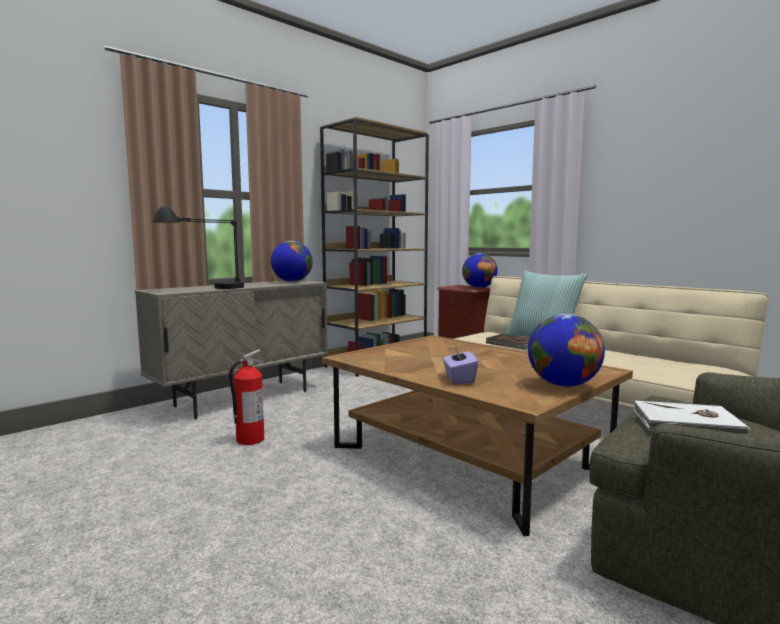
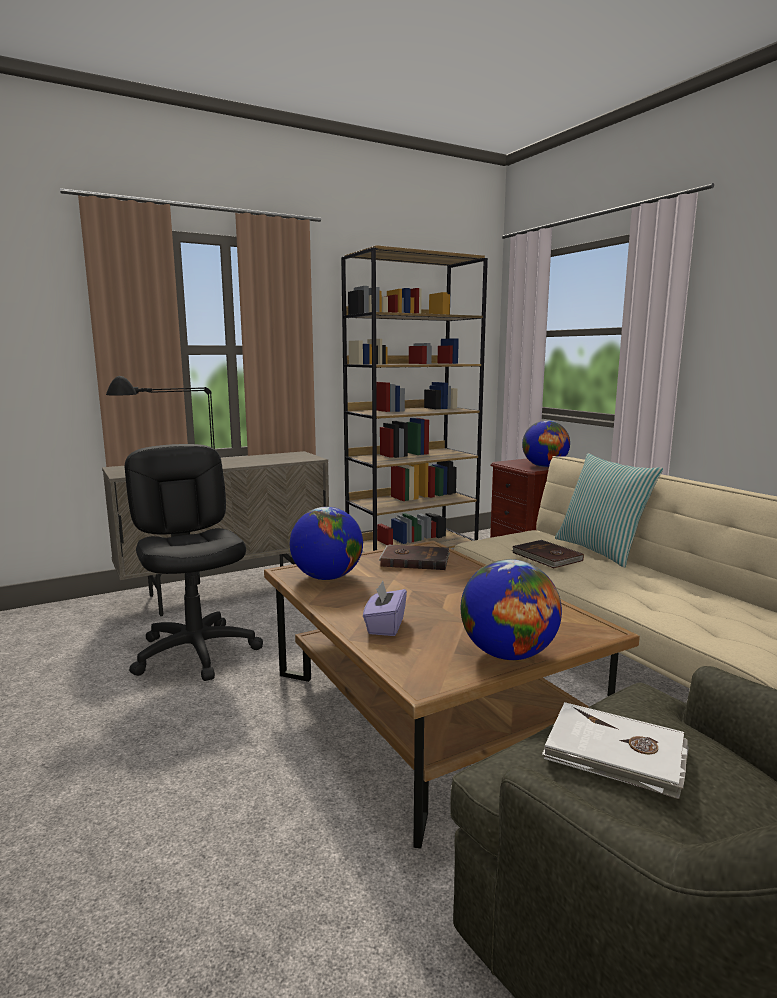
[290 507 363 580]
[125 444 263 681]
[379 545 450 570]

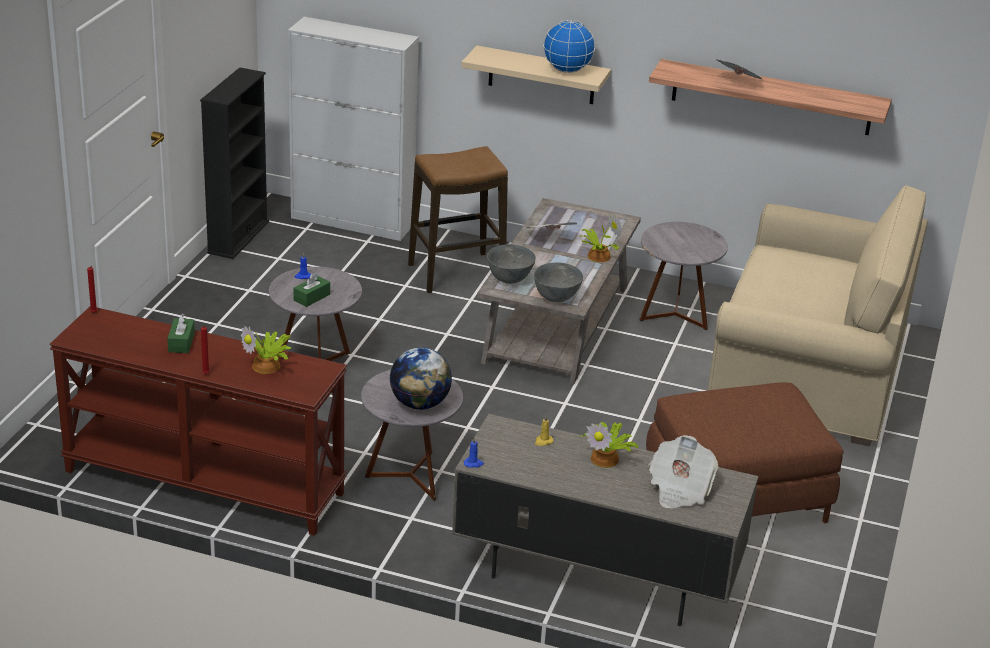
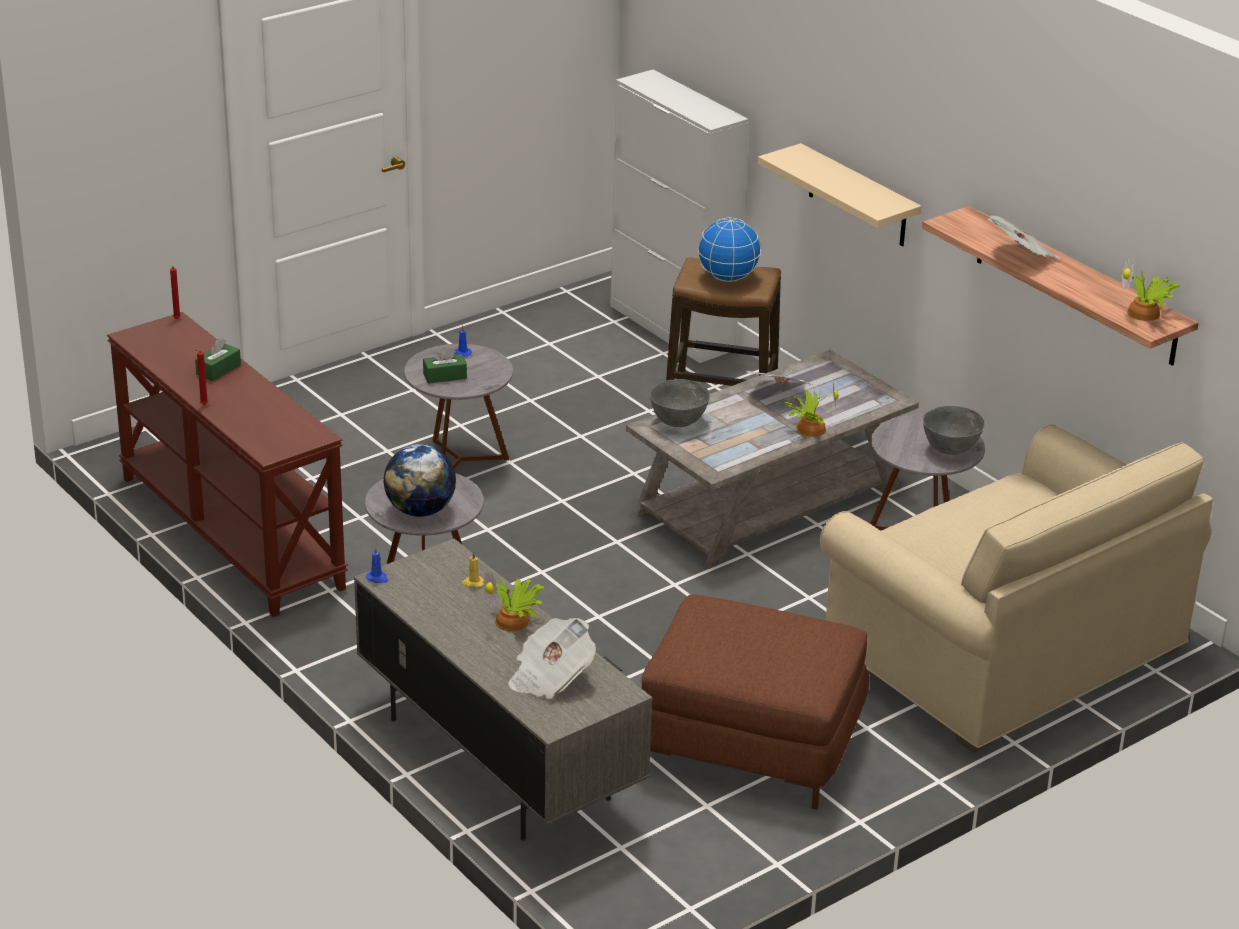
[697 217 761 282]
[200 67 269 259] (first image)
[923 406 985 455]
[1121 258 1180 321]

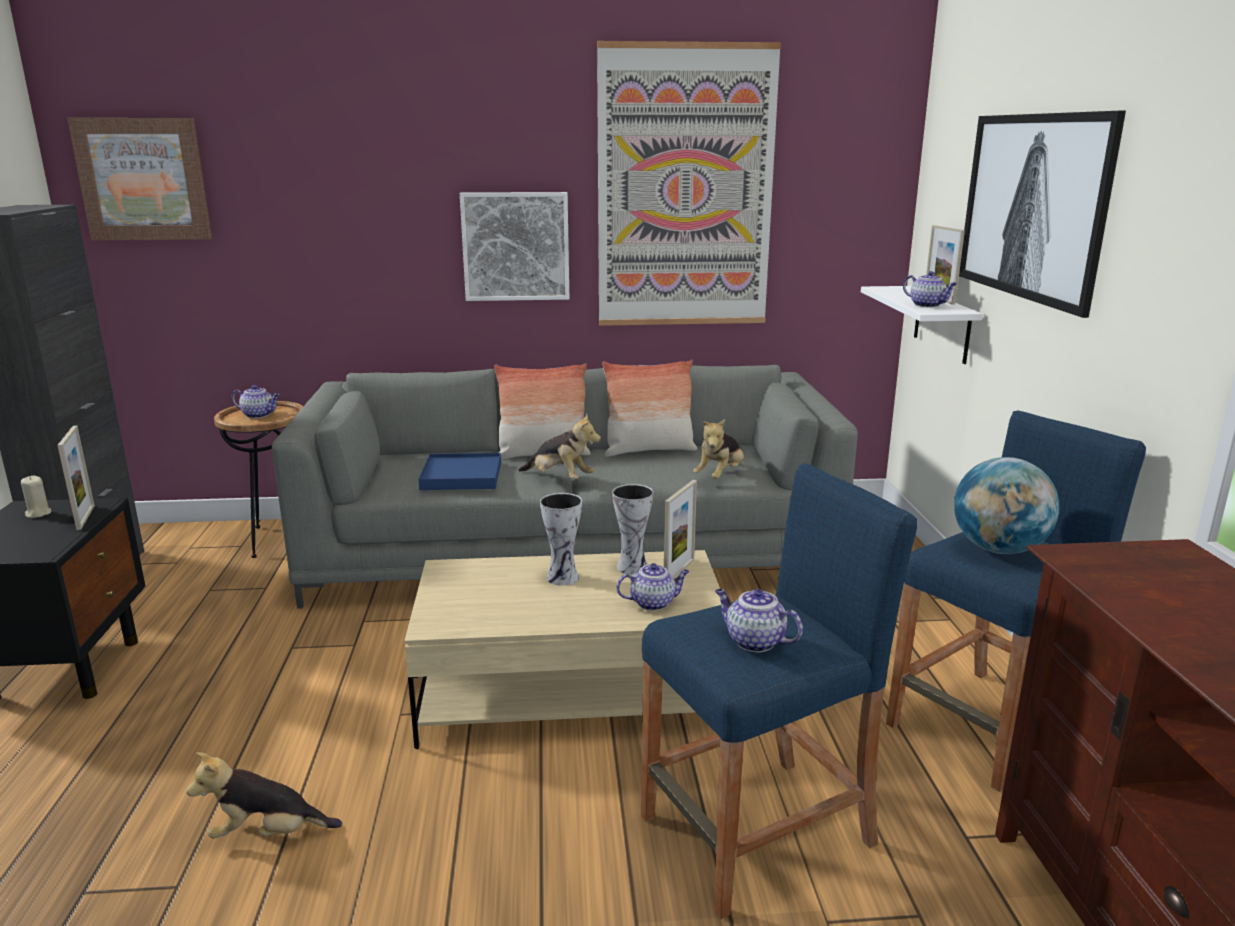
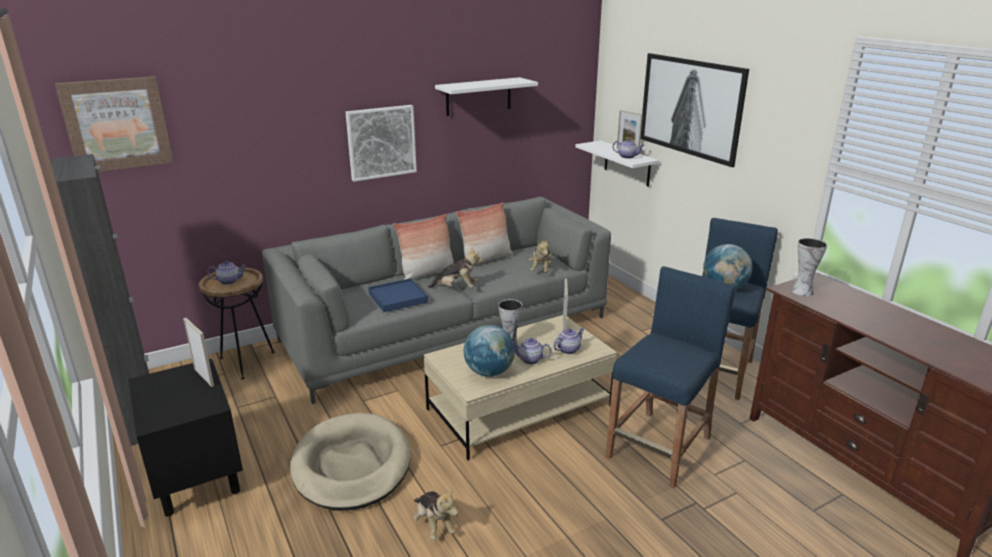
[435 77 538 116]
[21 476 51 518] (first image)
[791 238 827 296]
[513 338 552 364]
[414 488 458 540]
[463 325 515 377]
[290 413 411 511]

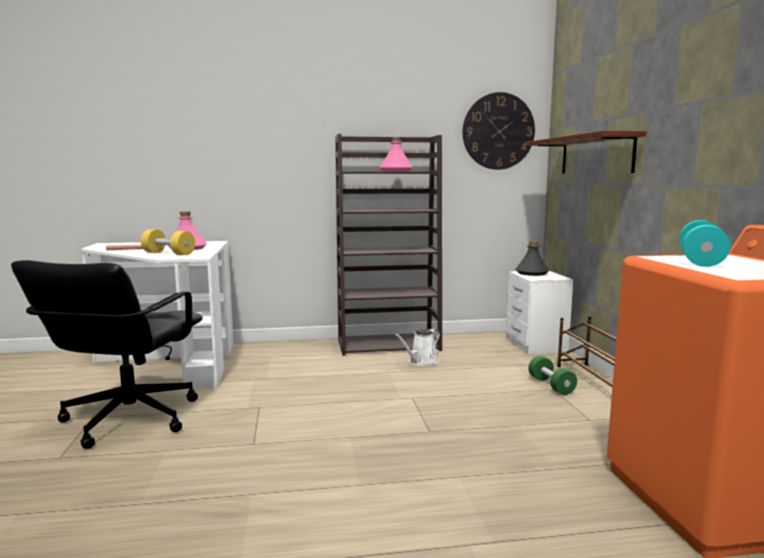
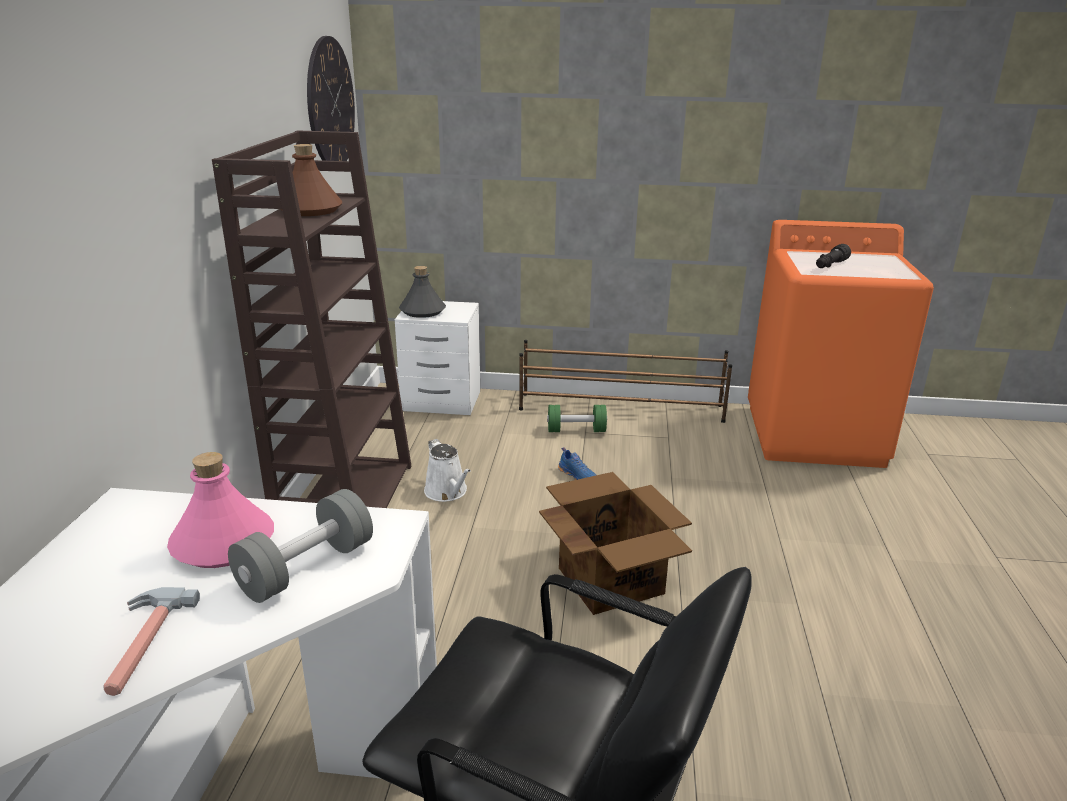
[526 130 647 174] (first image)
[281 144 342 216]
[816 244 851 268]
[228 489 373 603]
[558 447 596 480]
[539 472 692 615]

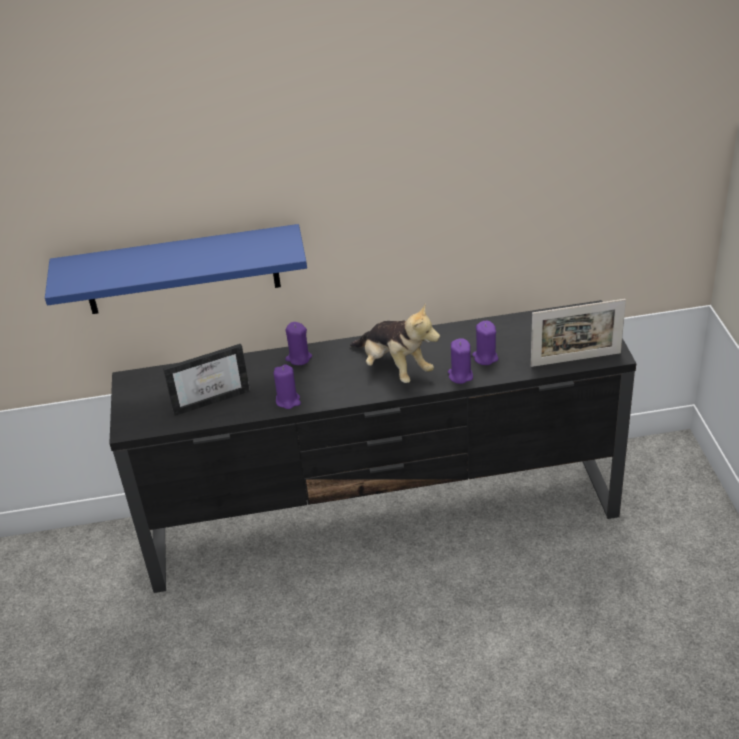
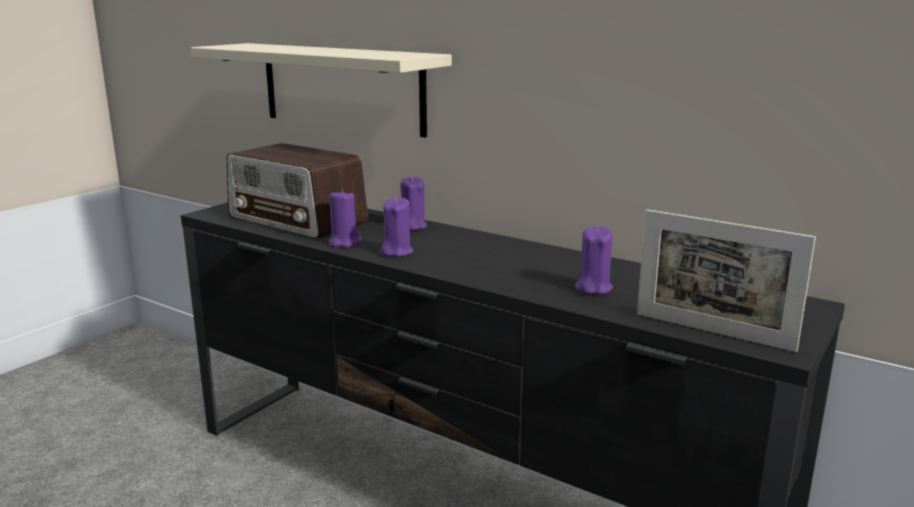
[191 43 452 138]
[350 304 440 383] (first image)
[380 197 414 257]
[227 143 368 239]

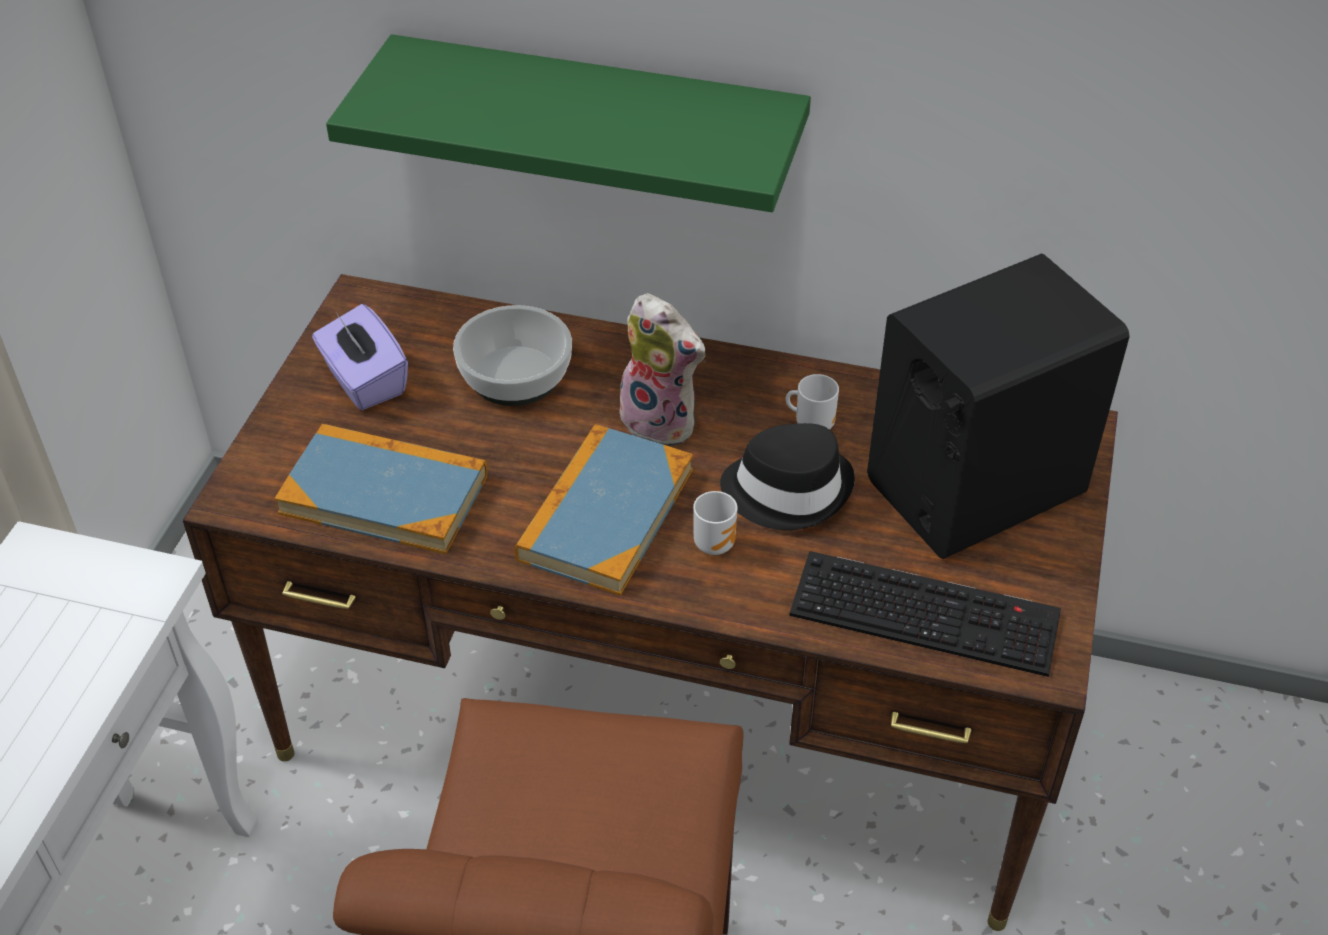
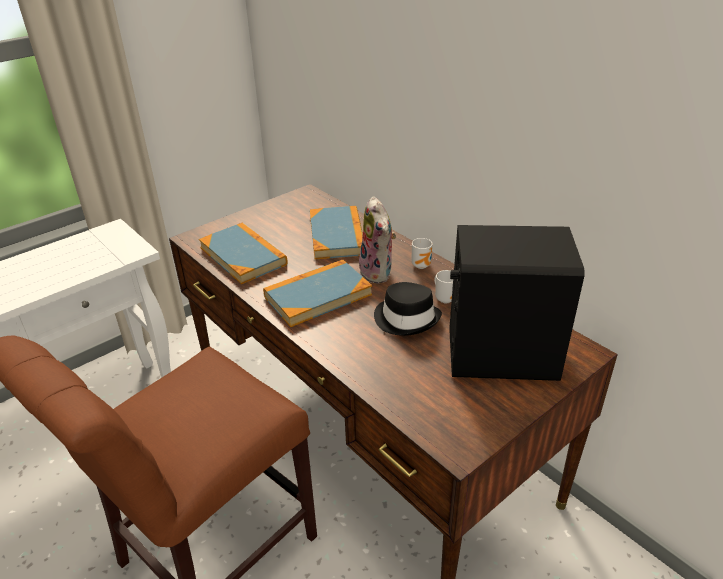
[326 34 811 212] (first image)
[312 304 408 410] (first image)
[310 206 363 259]
[412 238 432 269]
[789 551 1061 677] (first image)

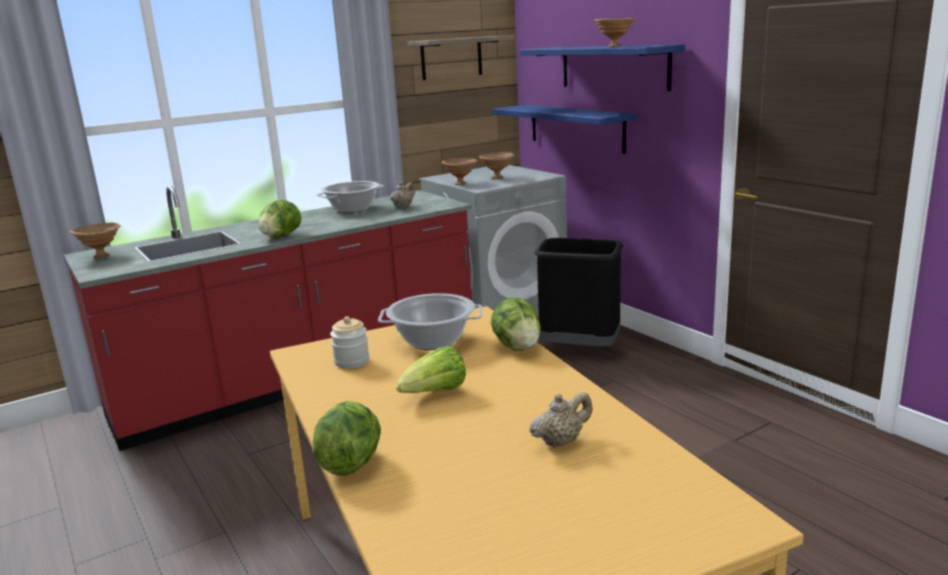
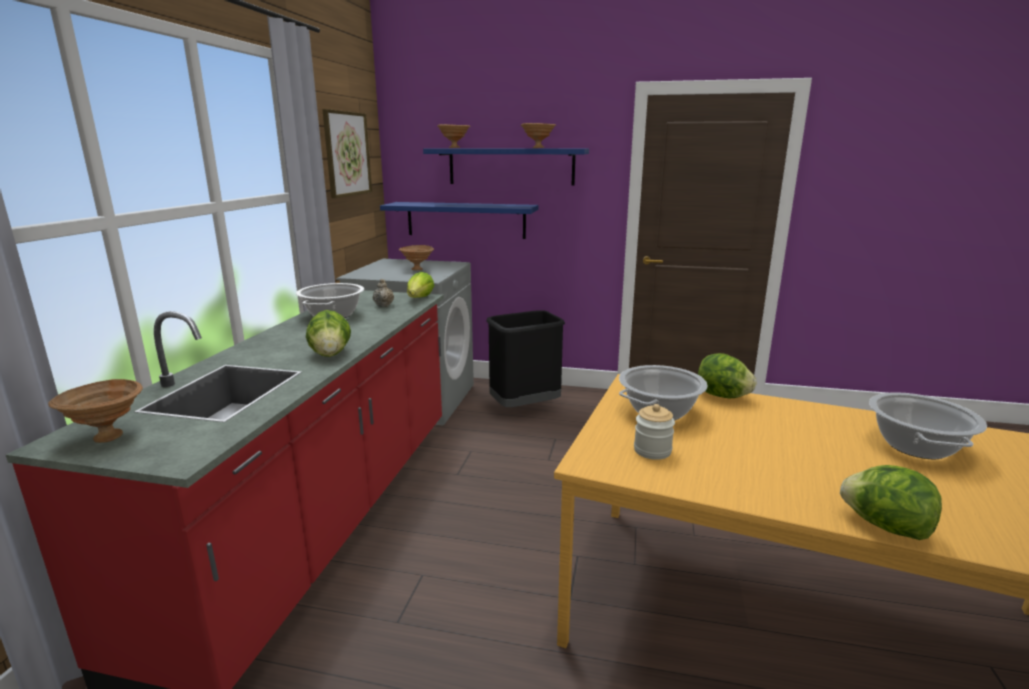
[322 109 372 198]
[437 124 471 148]
[407 272 434 298]
[869 392 987 459]

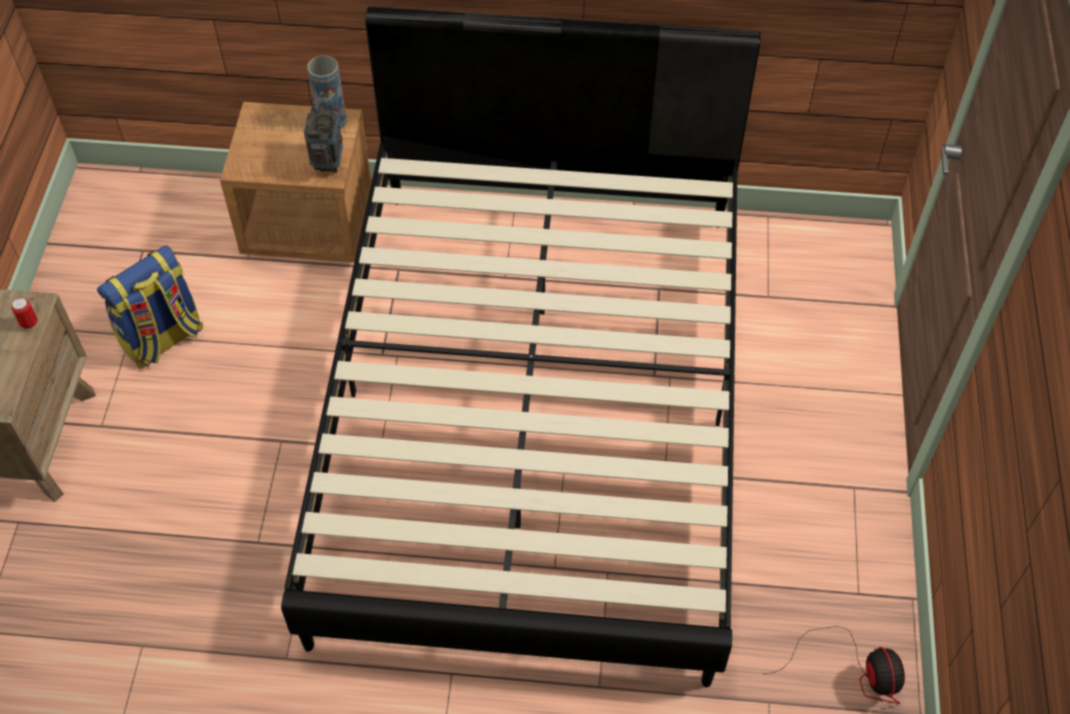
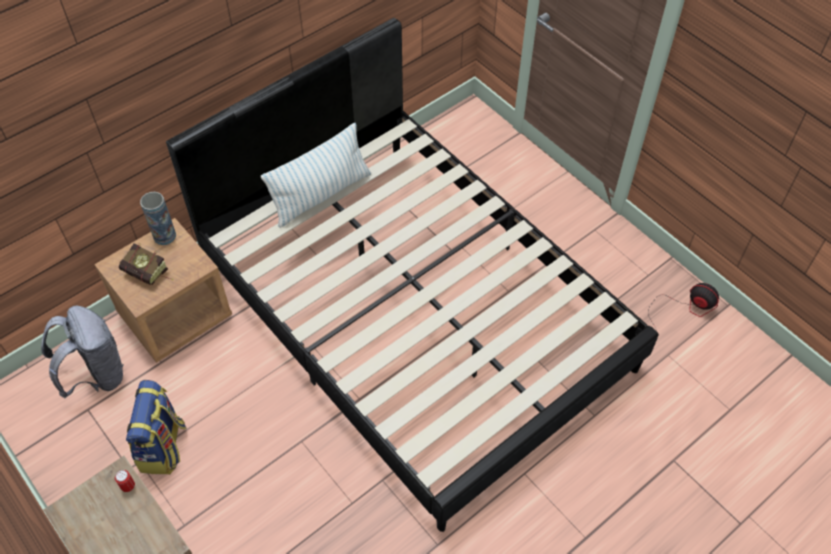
[304 97 343 173] (first image)
[261 123 371 228]
[119 243 174 285]
[41 306 124 399]

